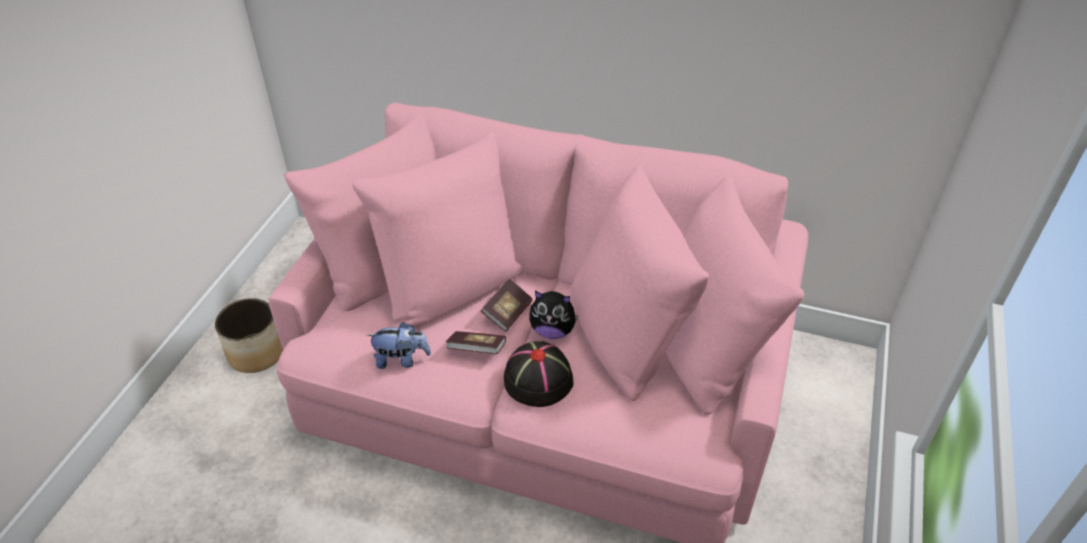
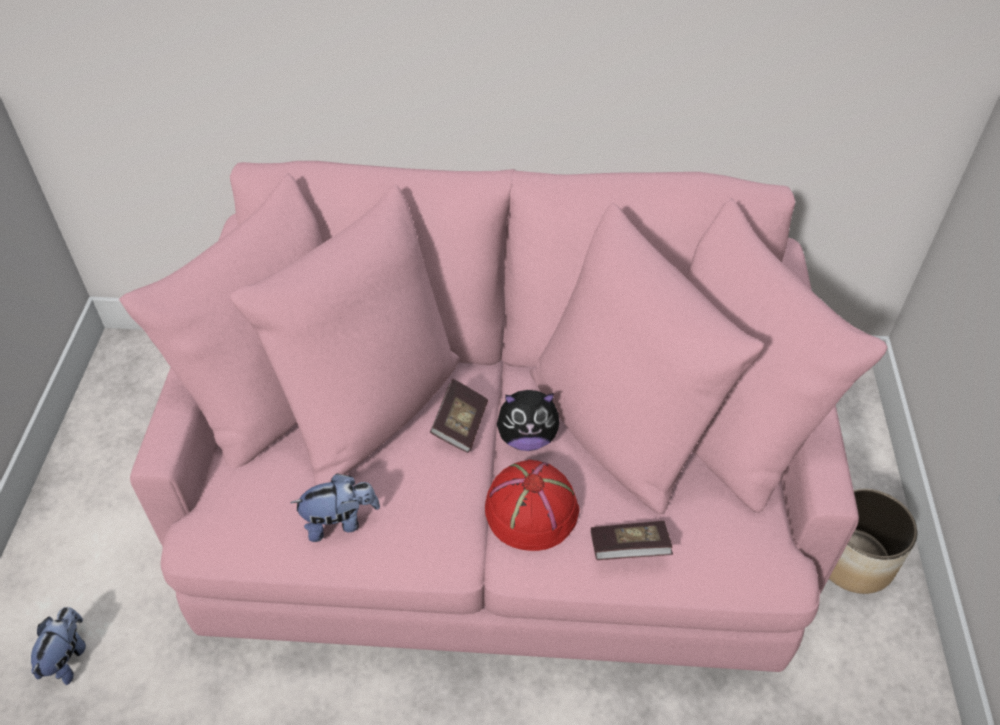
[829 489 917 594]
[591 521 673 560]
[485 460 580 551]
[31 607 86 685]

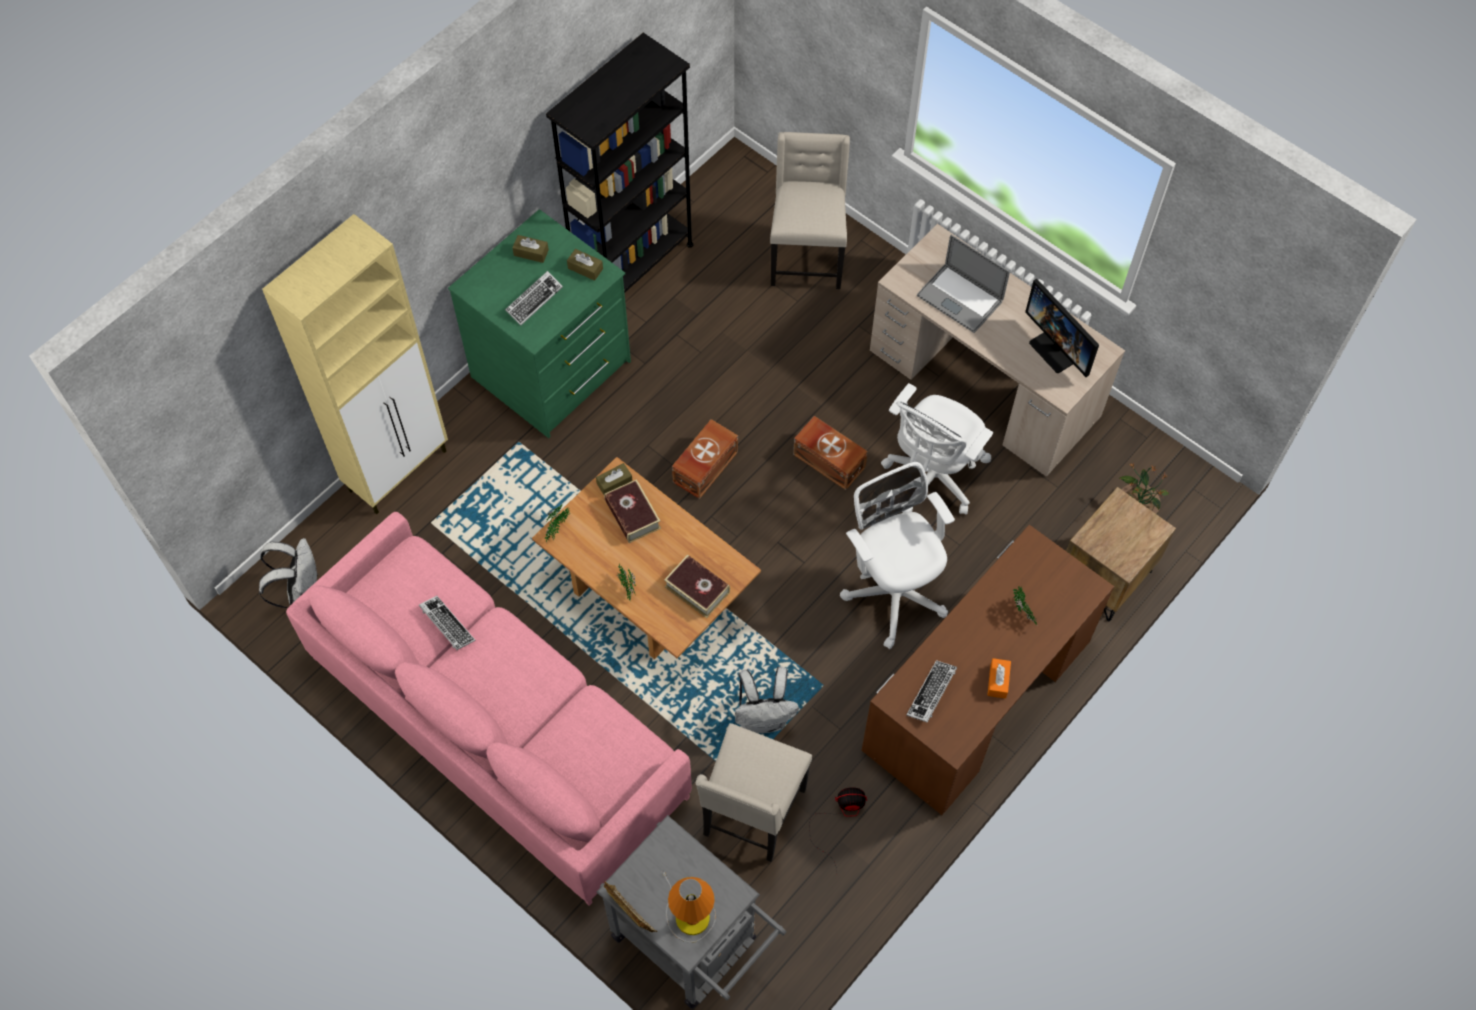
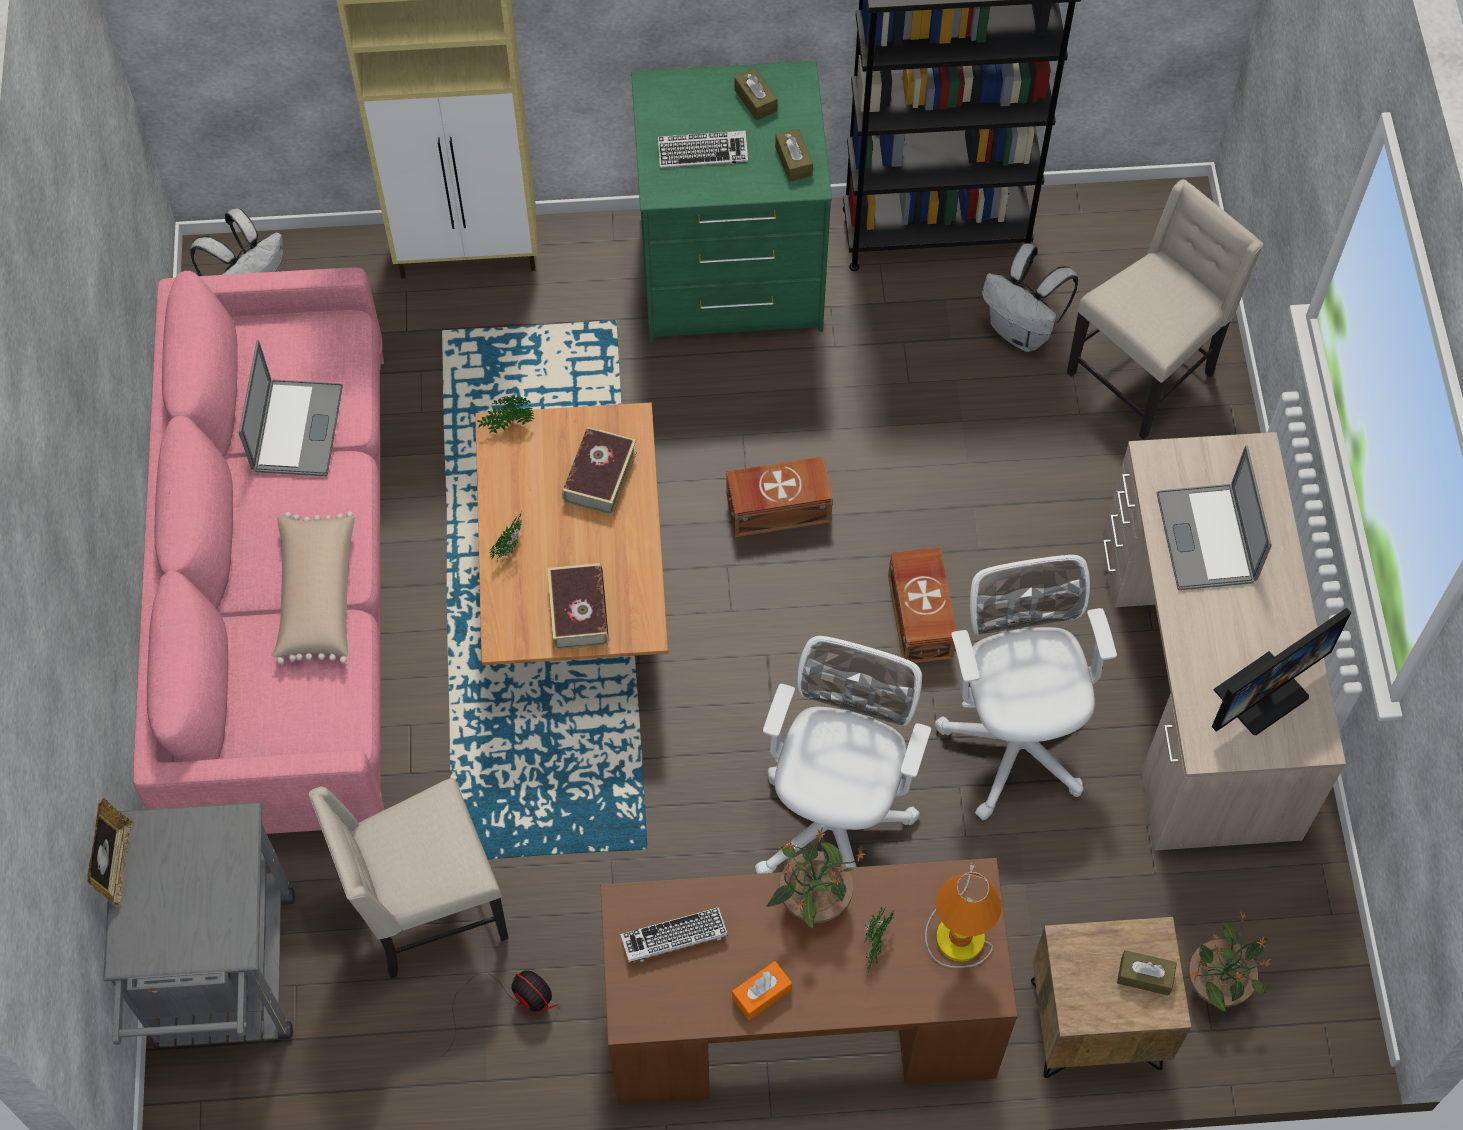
[1212 608 1351 735]
[934 555 1117 820]
[1117 950 1177 995]
[239 340 343 476]
[982 243 1078 352]
[925 863 1002 968]
[272 511 355 664]
[766 826 867 928]

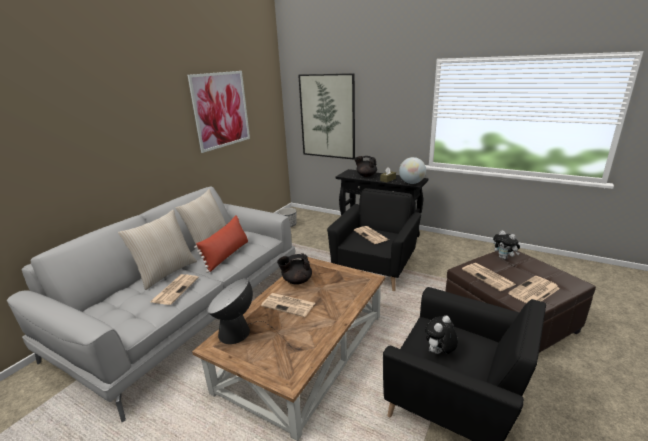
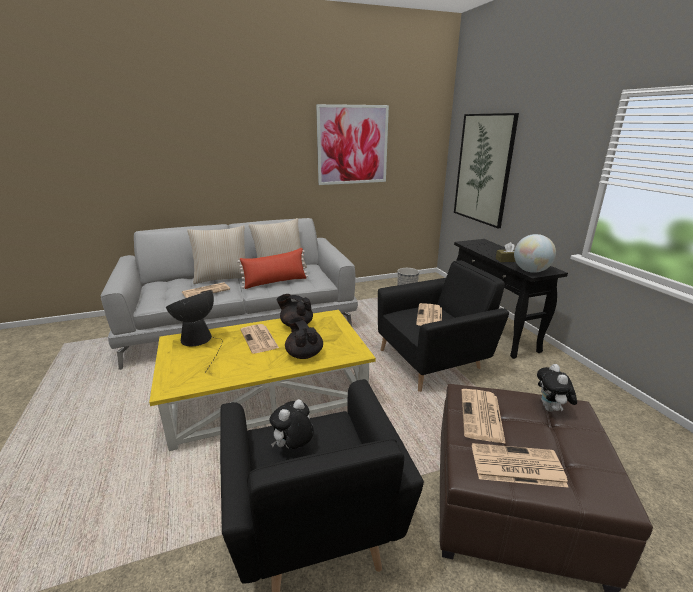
[285 317 323 359]
[149 310 376 451]
[269 399 314 449]

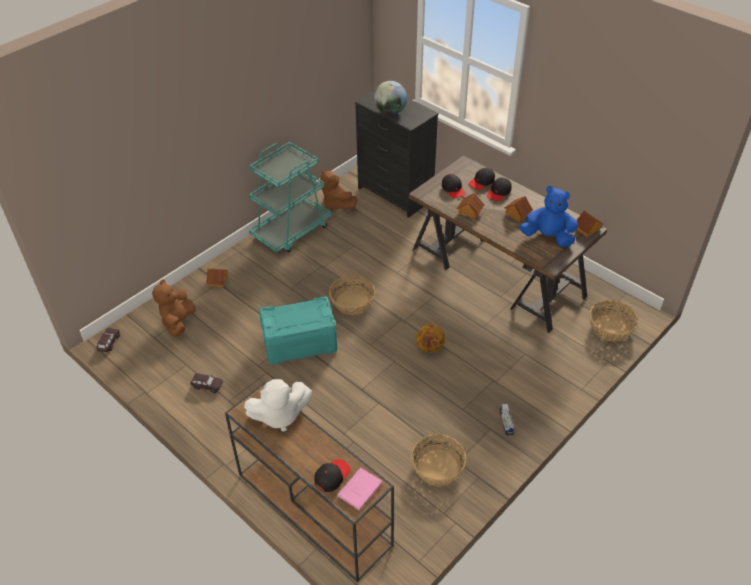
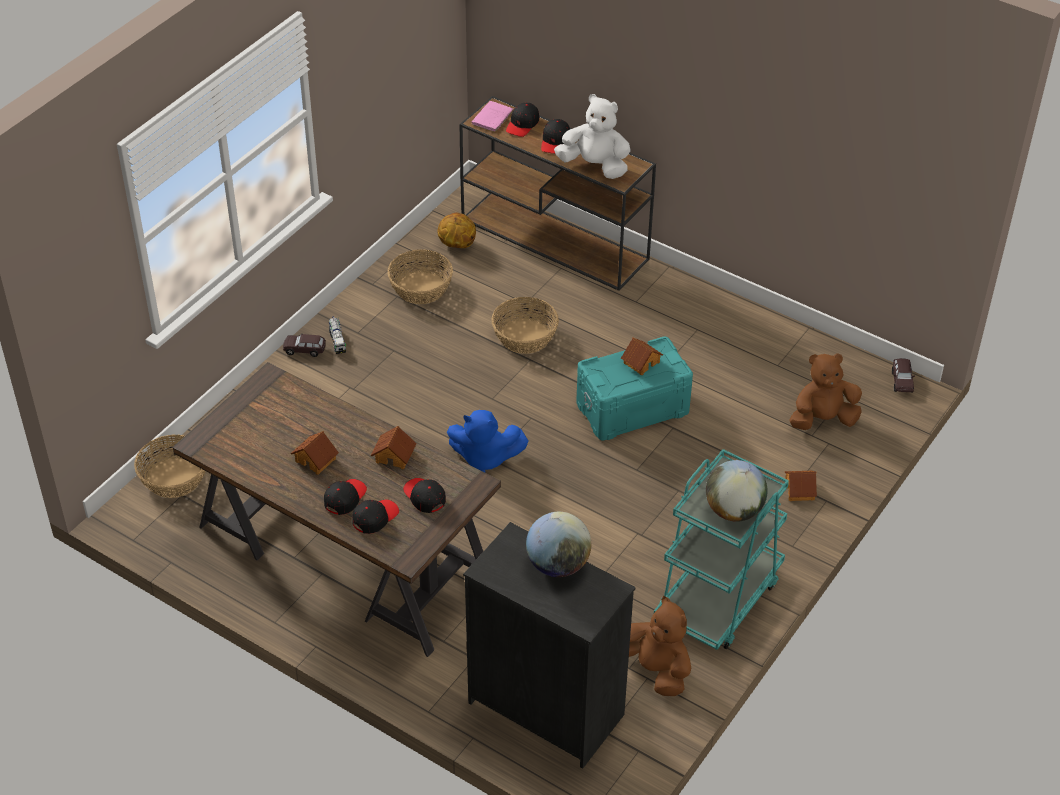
[447 410 529 473]
[621 337 663 375]
[492 297 559 354]
[789 353 862 430]
[437 213 476 248]
[283 334 326 357]
[554 94 631 179]
[541 119 570 154]
[706 460 768 522]

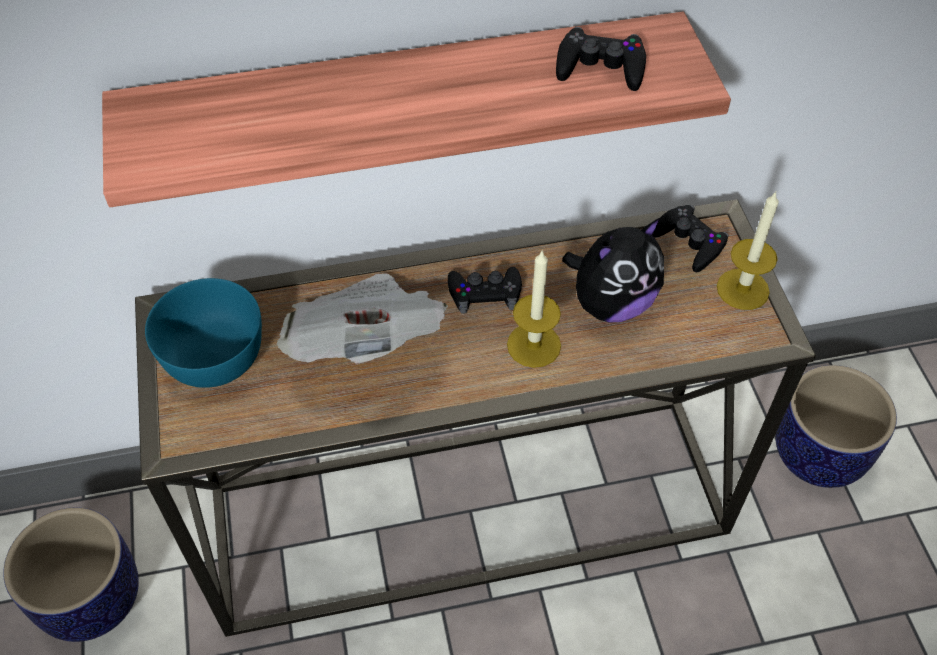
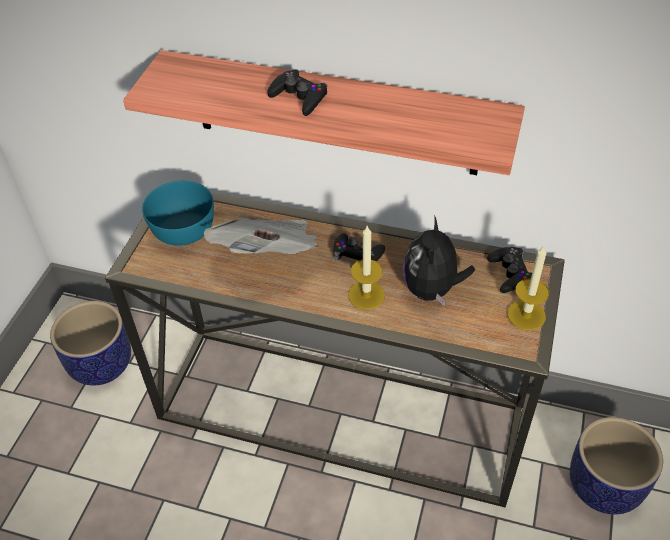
[267 69 327 116]
[403 215 475 307]

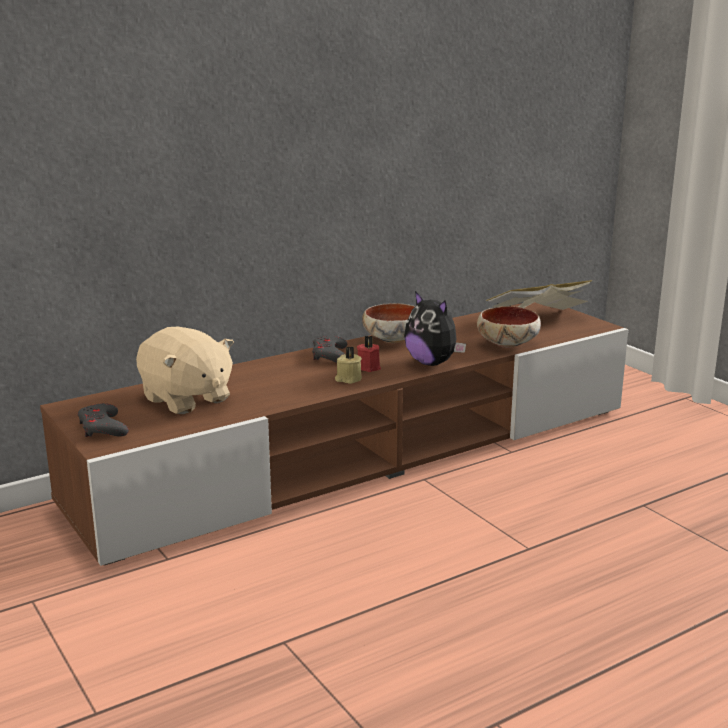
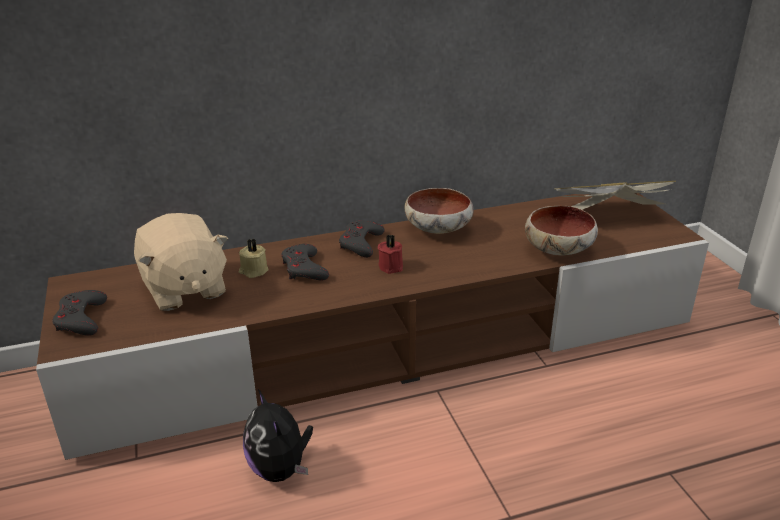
[243 389 313 482]
[239 239 269 278]
[281 244 329 280]

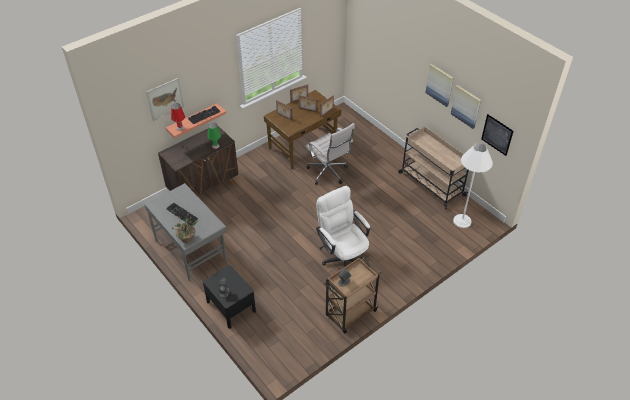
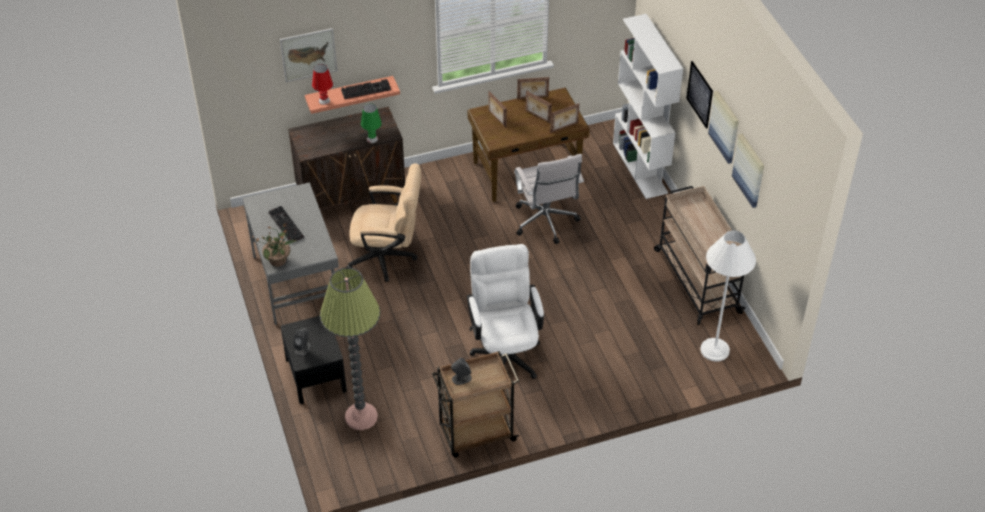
[686 61 713 129]
[613 14 683 199]
[346 163 421 282]
[320 267 380 430]

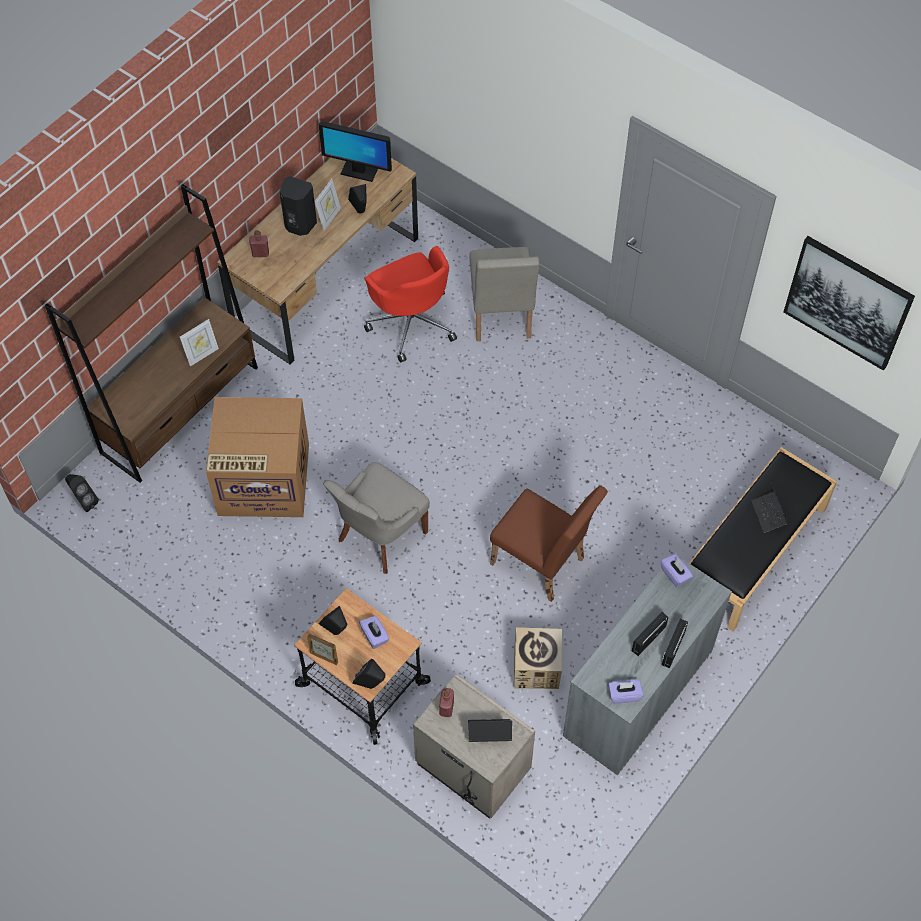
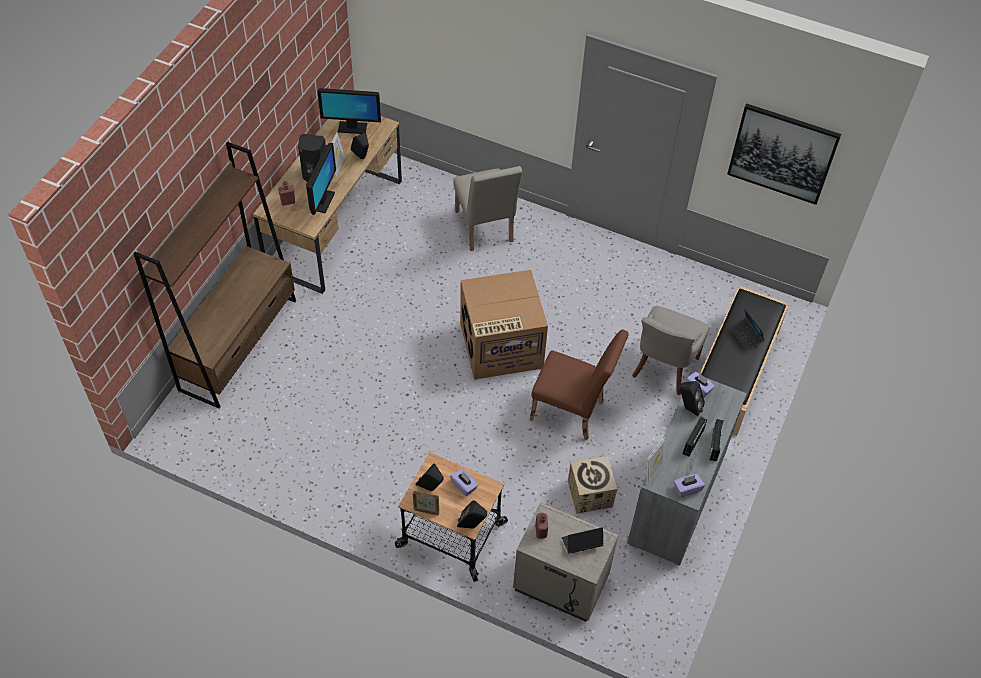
[364 246 457 363] (first image)
[646 437 666 485]
[460 270 548 380]
[632 306 709 395]
[679 381 705 416]
[306 143 336 215]

